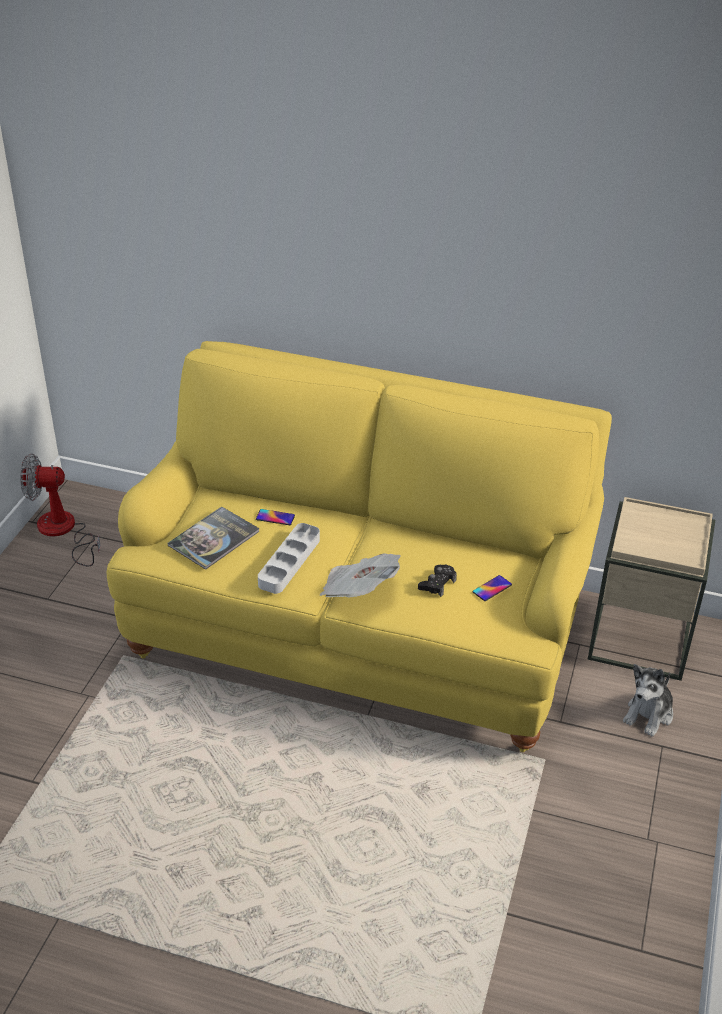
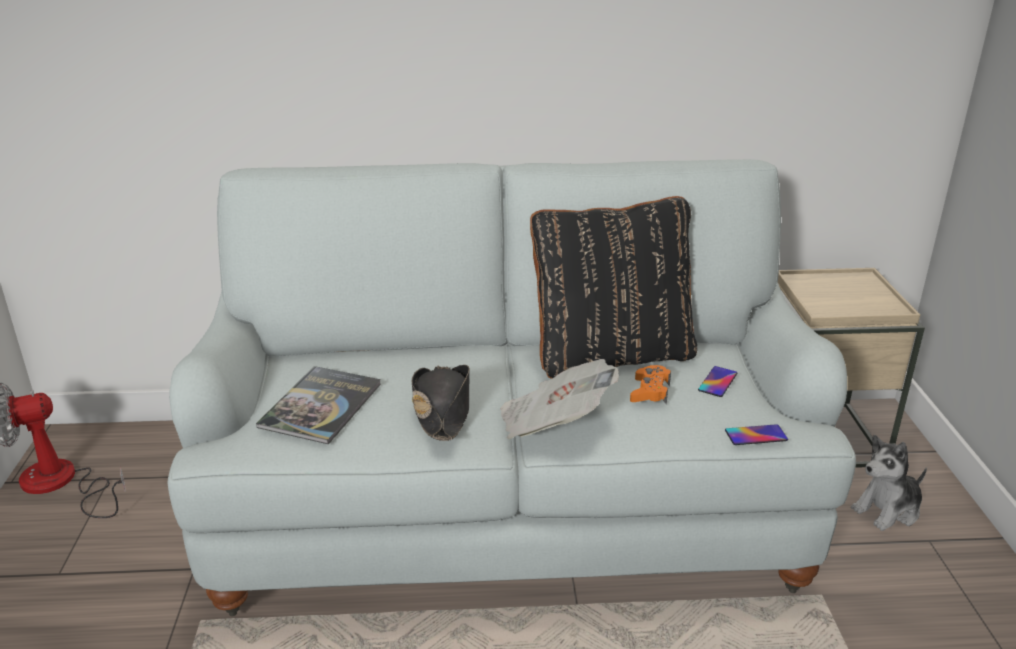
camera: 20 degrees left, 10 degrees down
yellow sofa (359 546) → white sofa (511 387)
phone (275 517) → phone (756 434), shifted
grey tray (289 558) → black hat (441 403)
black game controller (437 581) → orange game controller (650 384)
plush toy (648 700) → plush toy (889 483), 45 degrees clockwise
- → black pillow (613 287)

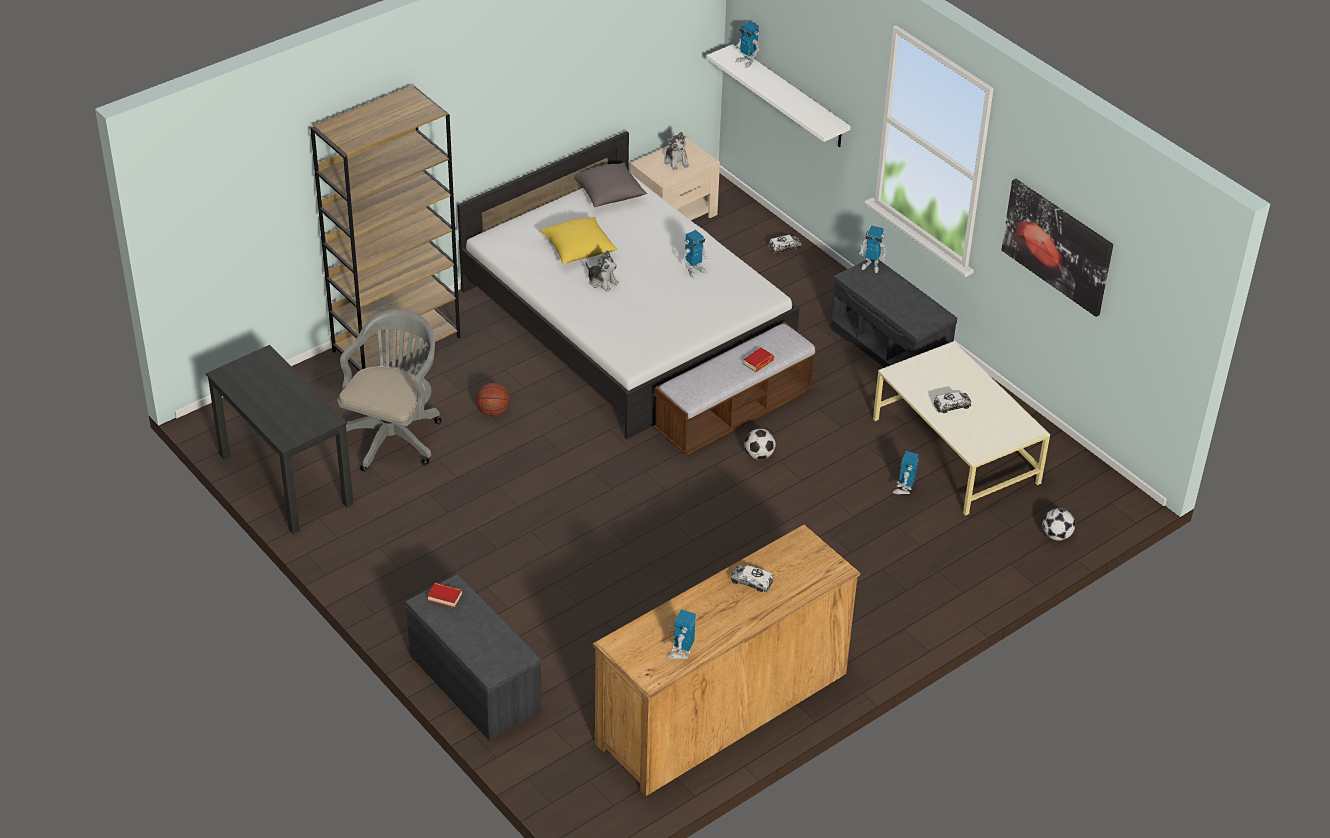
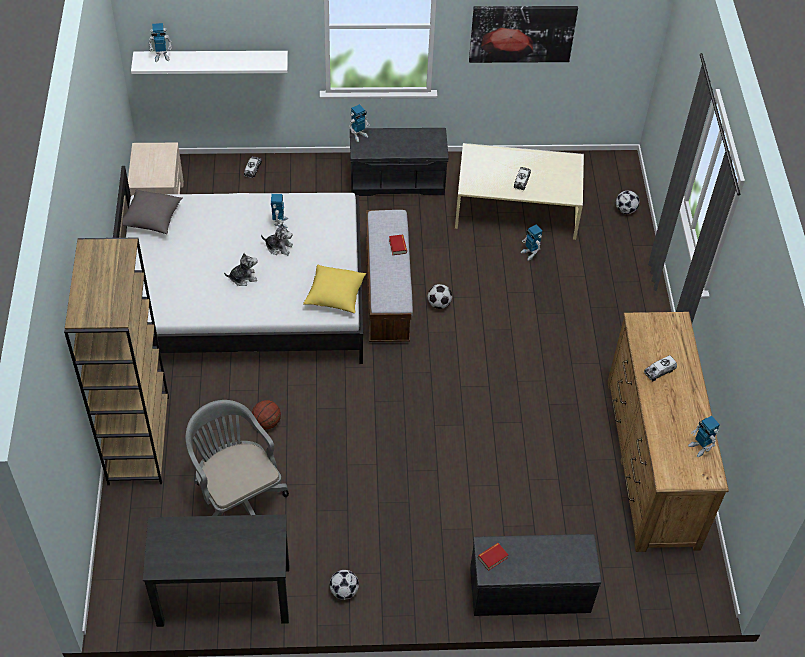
camera: 55 degrees left, 10 degrees up
yellow pillow (579 240) → yellow pillow (334 289), shifted
plush toy (676 151) → plush toy (277 239), shifted
- → football (344 585)

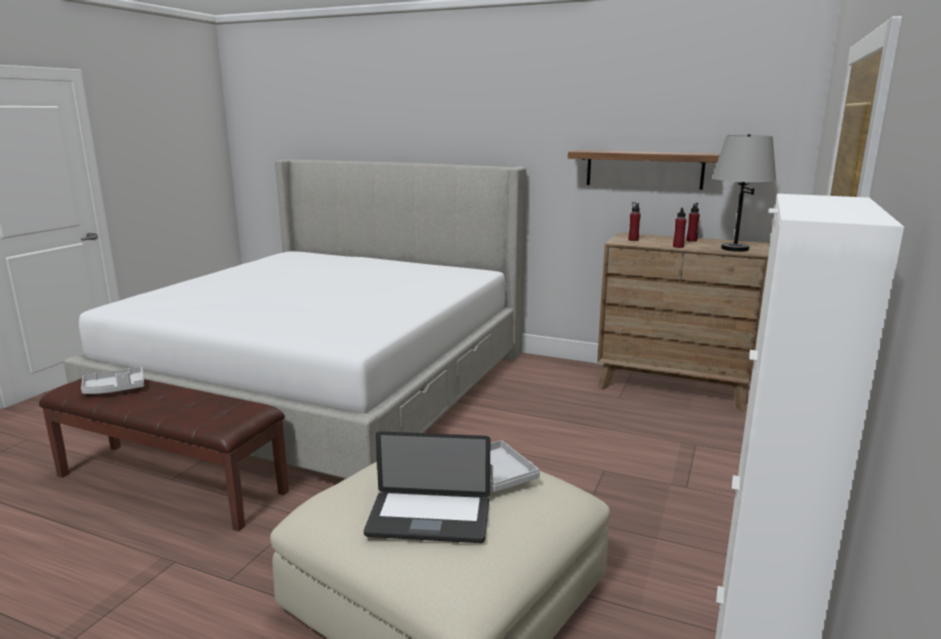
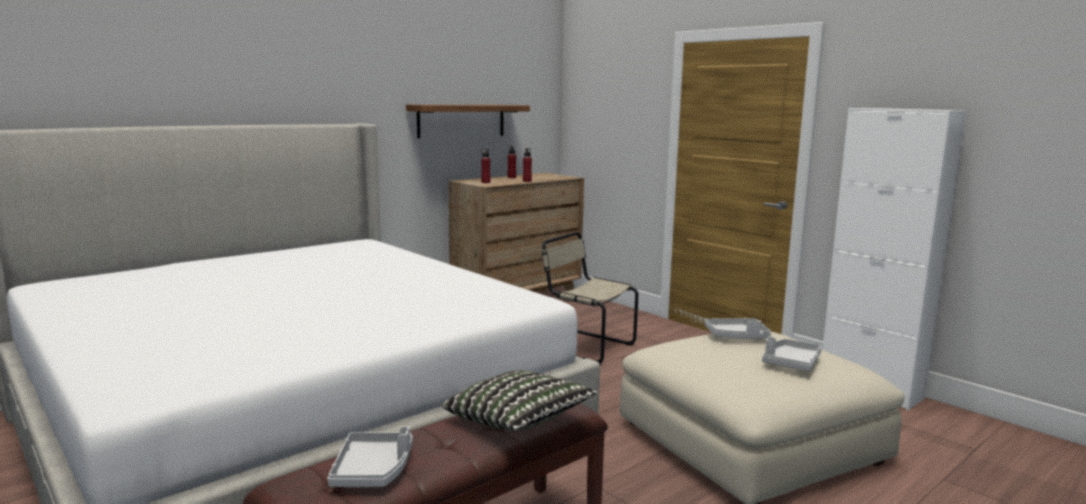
camera: 65 degrees left, 5 degrees down
laptop (427 487) → grey tray (792 354)
grey table lamp (744 193) → -
- → pillow (520 400)
- → beige chair (590 298)

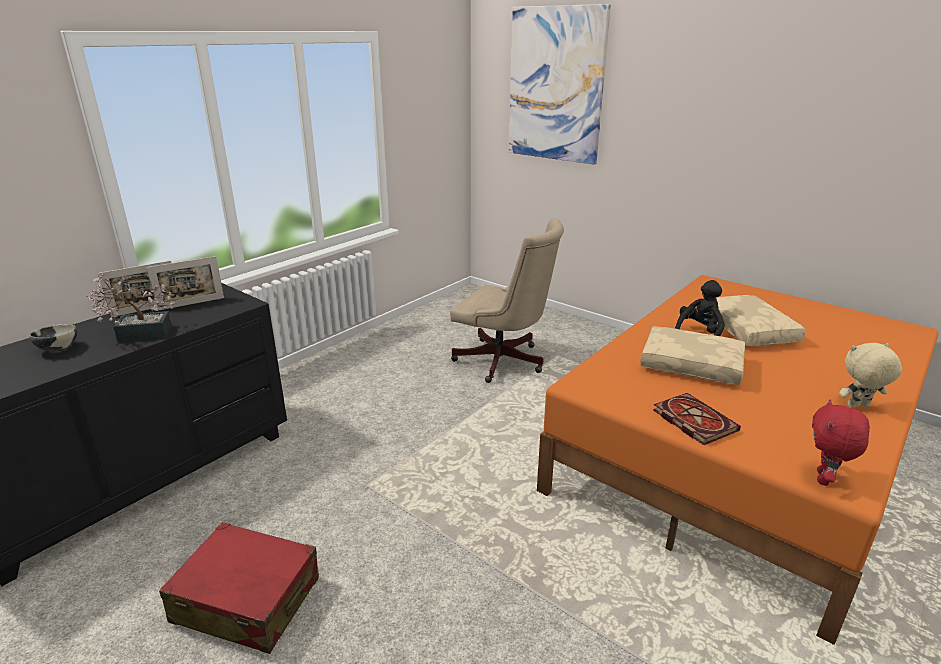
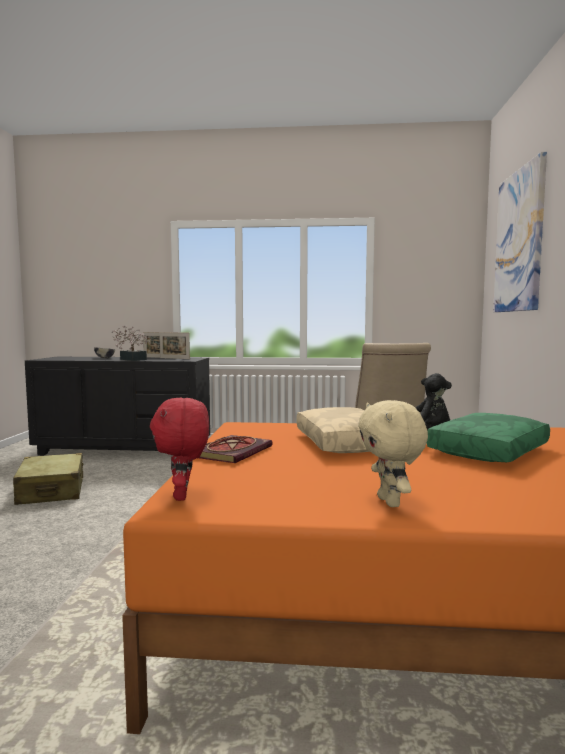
camera: 55 degrees right, 20 degrees down
red suitcase (239 588) → beige suitcase (48 479)
beige pillow (760 320) → green pillow (488 437)
red plush toy (841 442) → red plush toy (179 449), 90 degrees counterclockwise
beige plush toy (870 375) → beige plush toy (393 453), 150 degrees counterclockwise

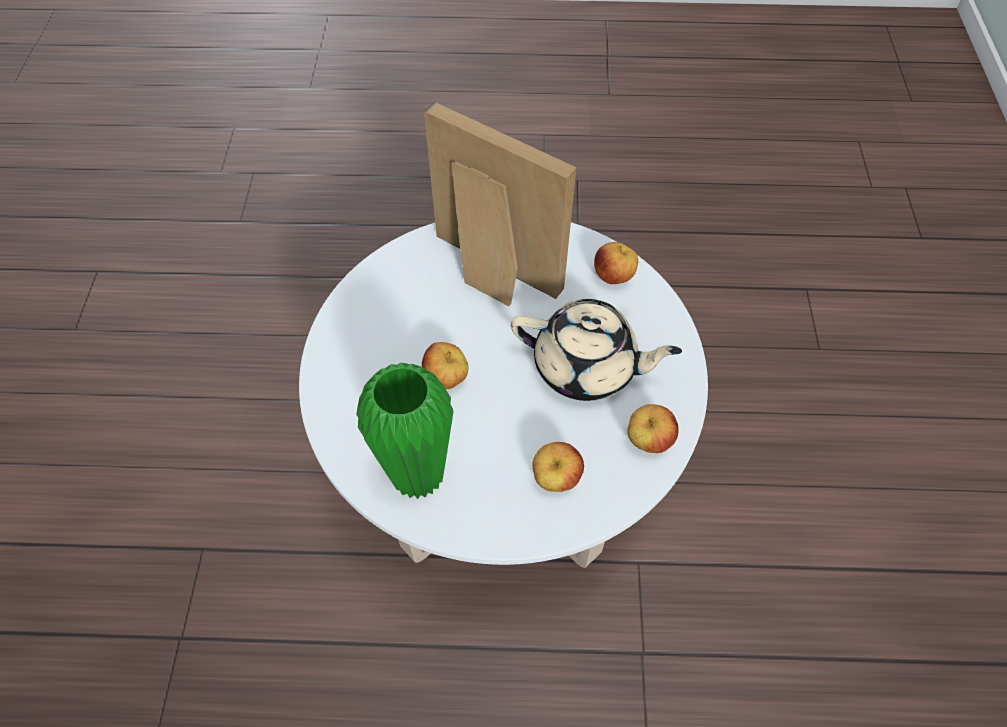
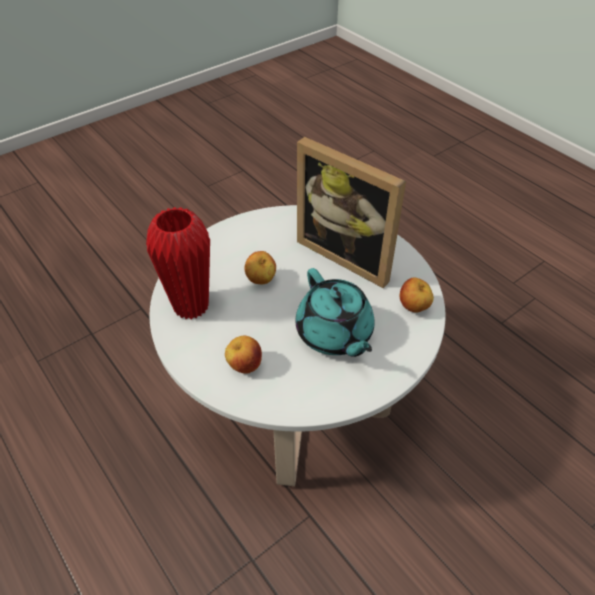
camera: 50 degrees right, 10 degrees down
green vase (405 431) → red vase (178 263)
picture frame (500 204) → picture frame (351 212), 135 degrees clockwise
beige teapot (596 350) → turquoise teapot (335 312)
apple (652 428) → -

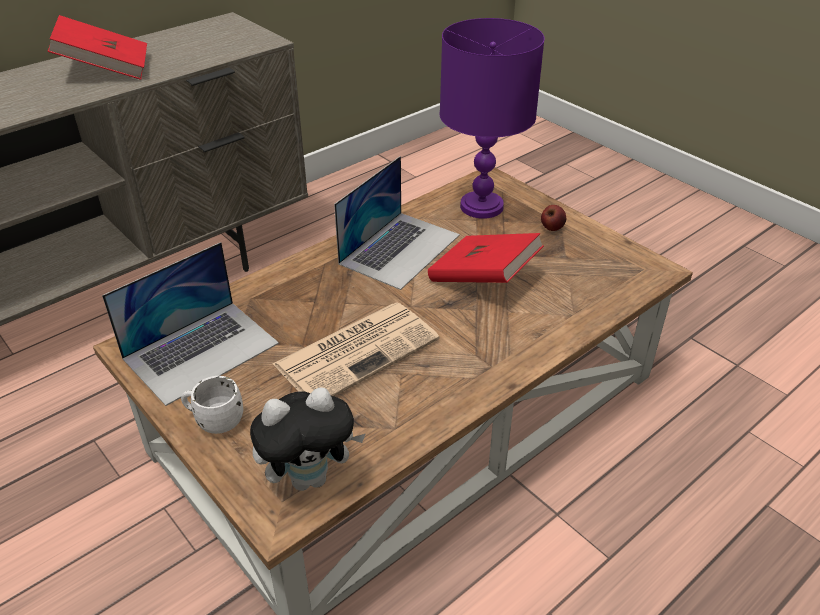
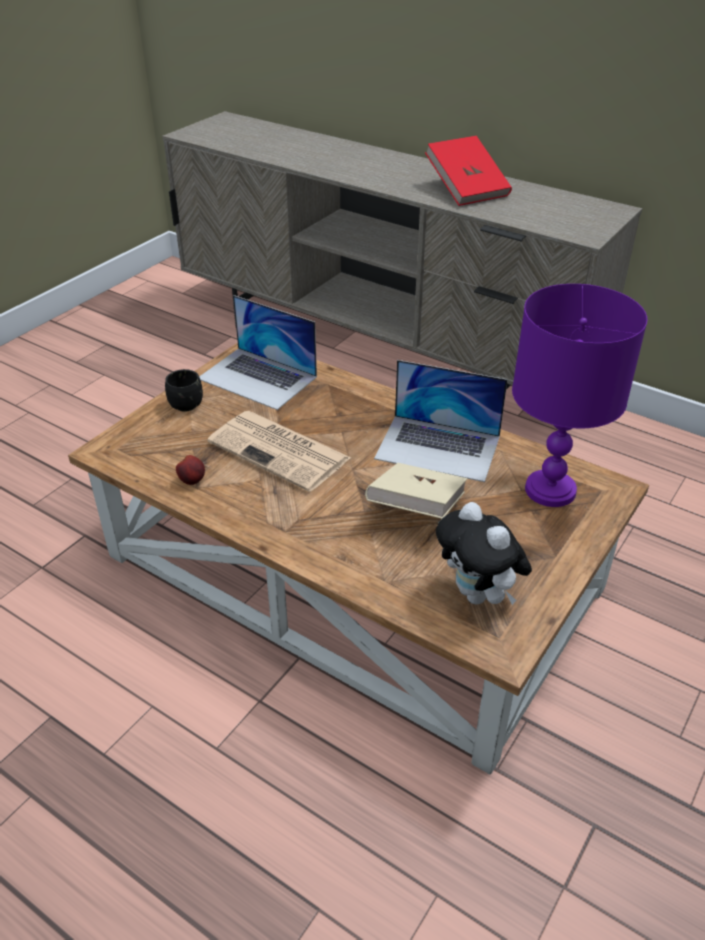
camera: 75 degrees right, 0 degrees up
white mug (212 405) → black mug (184 390)
plush toy (308 439) → plush toy (484 553), shifted
red book (486 258) → beige book (416 491)
apple (553 218) → apple (190 470), shifted

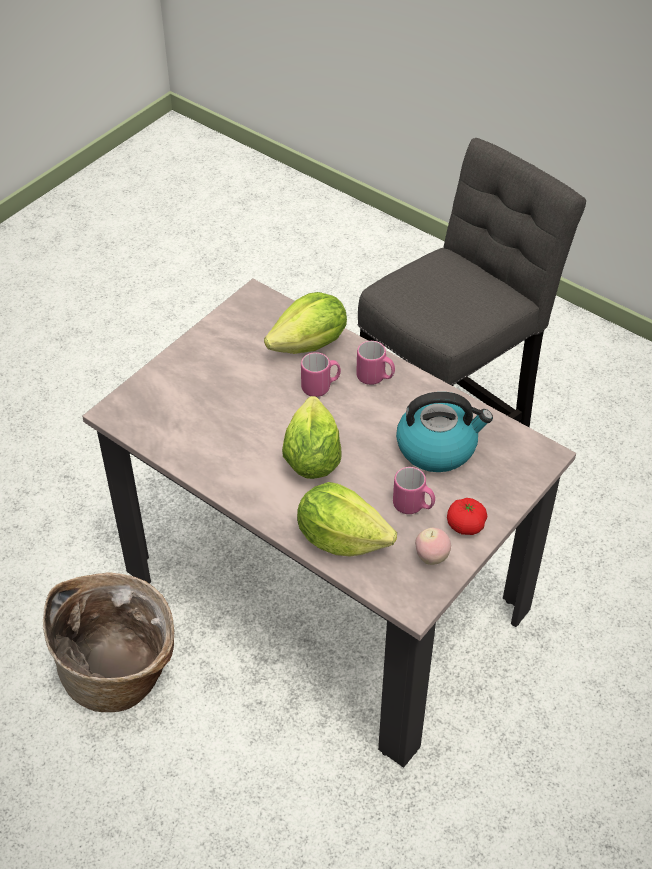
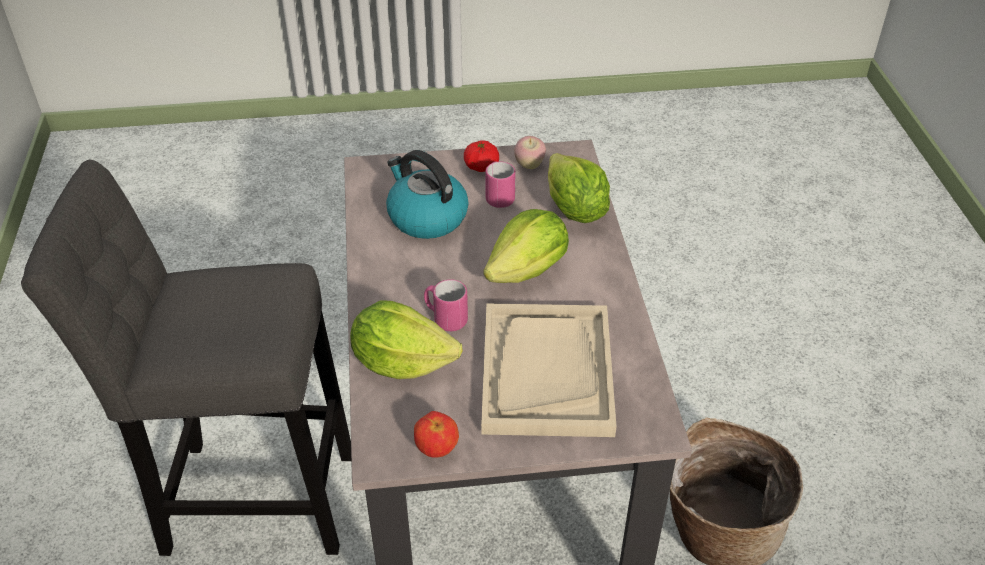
camera: 135 degrees left, 5 degrees down
pink mug (375 363) → -
- → apple (436 434)
- → beige tray (549 370)

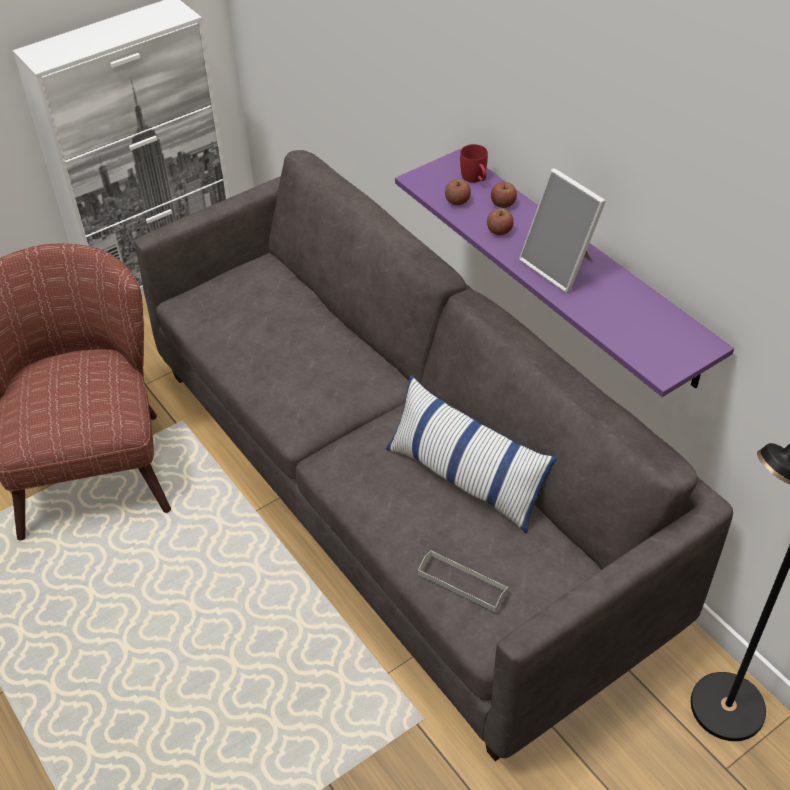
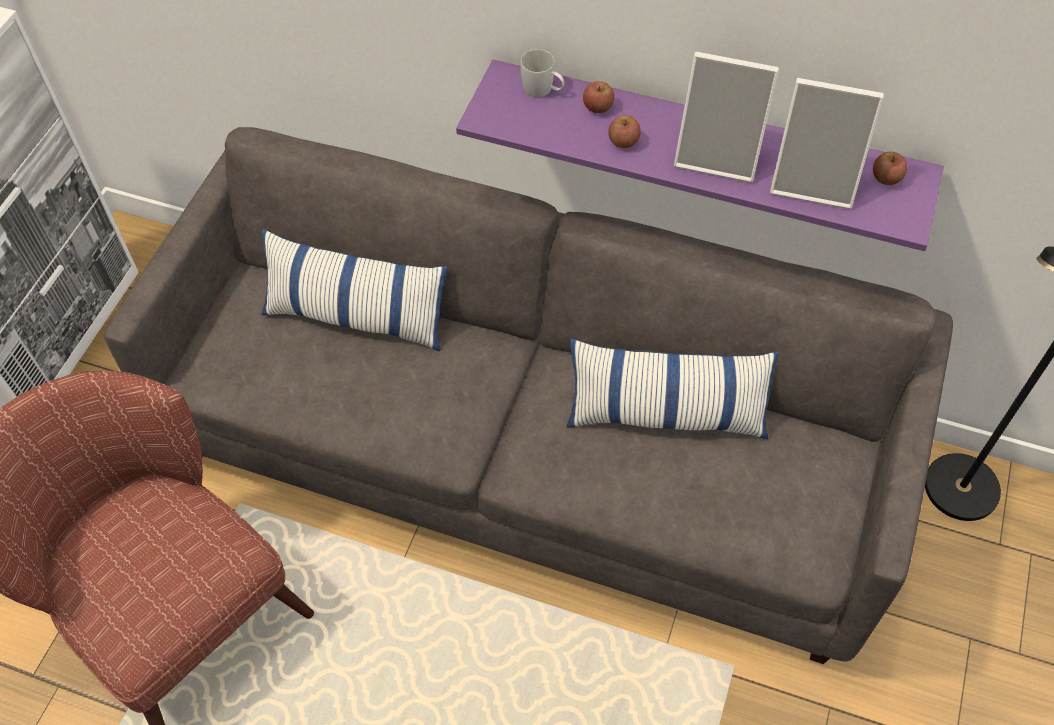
camera: 35 degrees left, 10 degrees up
grey tray (463 581) → -
apple (458 192) → apple (890 168), shifted
red mug (474 163) → white mug (542 73)
- → pillow (354 290)
- → picture frame (827 143)

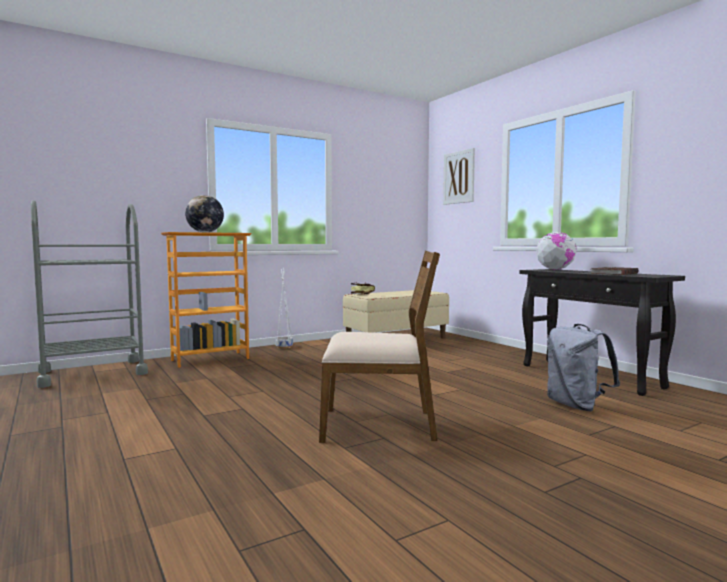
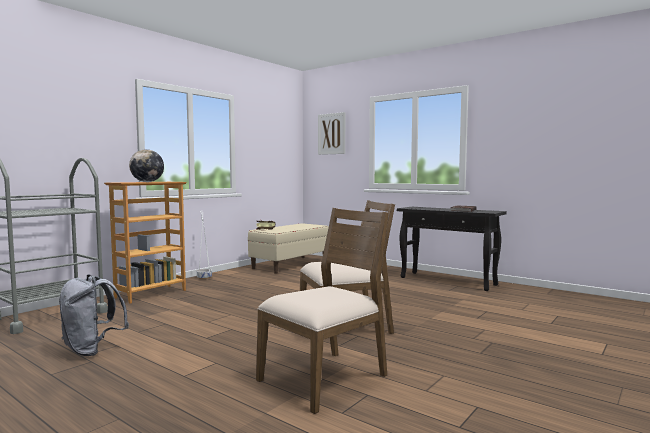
camera: 20 degrees left, 0 degrees up
globe (556 251) → -
grey backpack (583 367) → grey backpack (94 315), shifted
- → brown chair (322 311)

